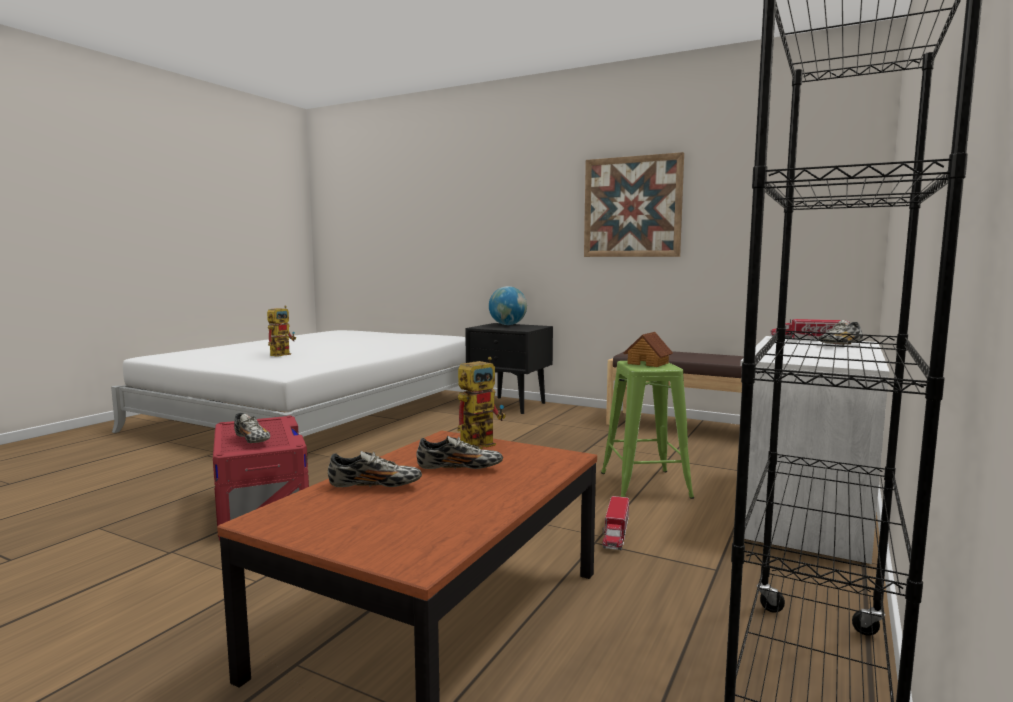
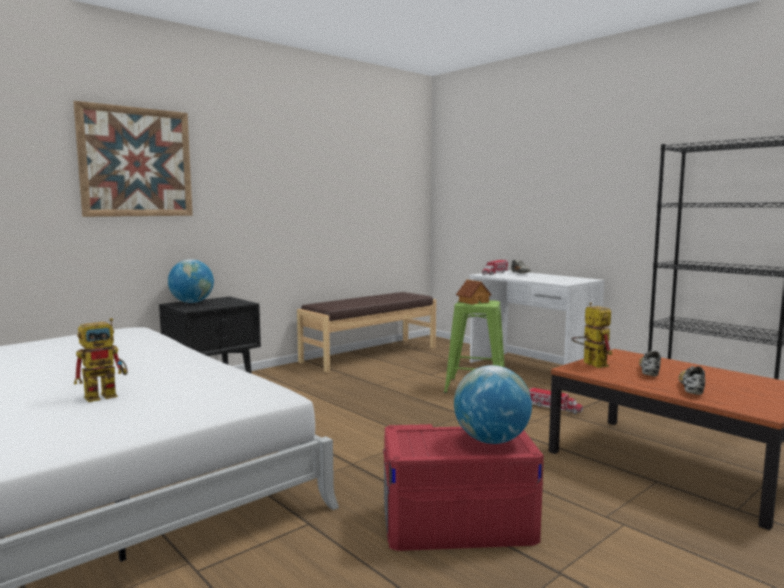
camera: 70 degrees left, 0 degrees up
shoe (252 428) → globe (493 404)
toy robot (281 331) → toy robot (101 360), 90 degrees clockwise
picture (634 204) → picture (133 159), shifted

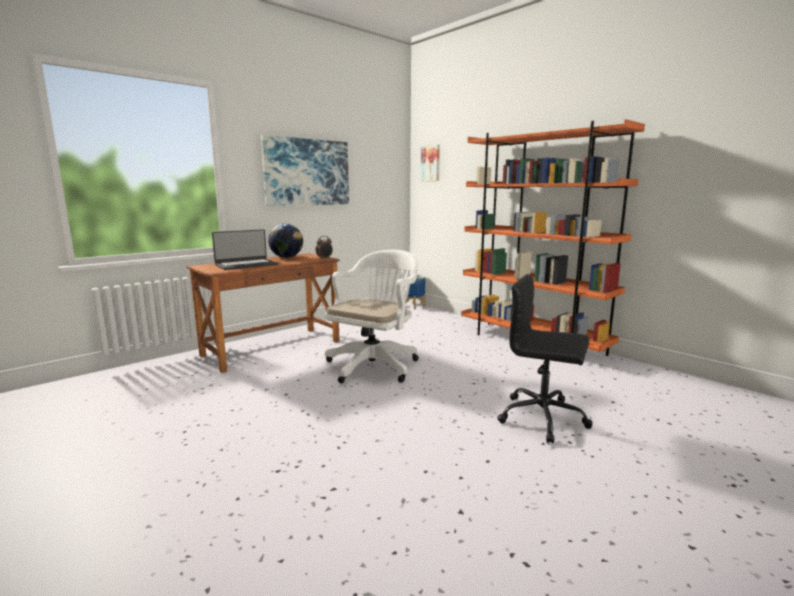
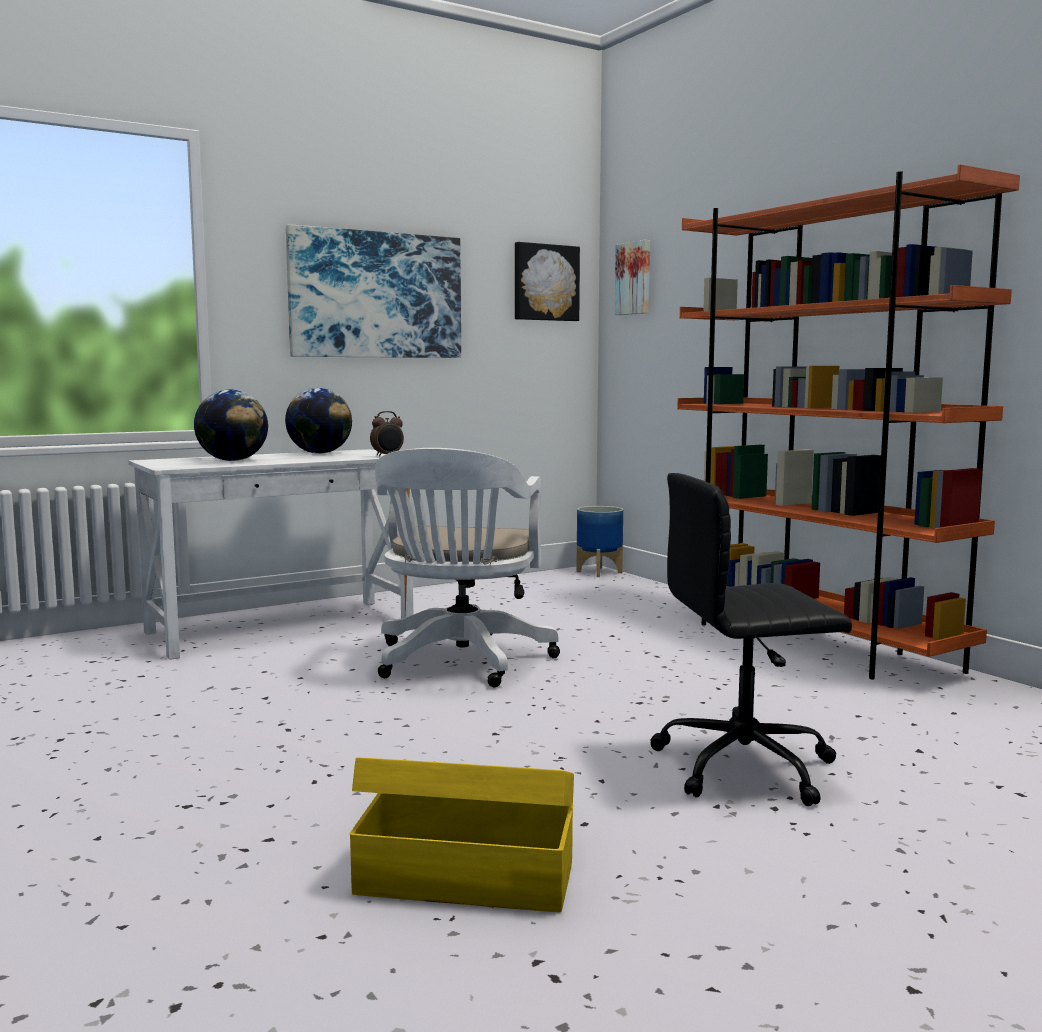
camera: 10 degrees right, 5 degrees down
brown desk (263 313) → white desk (271 554)
laptop (245 249) → globe (231 425)
white office chair (372 316) → white office chair (467 567), 150 degrees clockwise
black office chair (545 358) → black office chair (751 639), 45 degrees counterclockwise
- → yellow storage box (461 834)
- → picture (547 281)

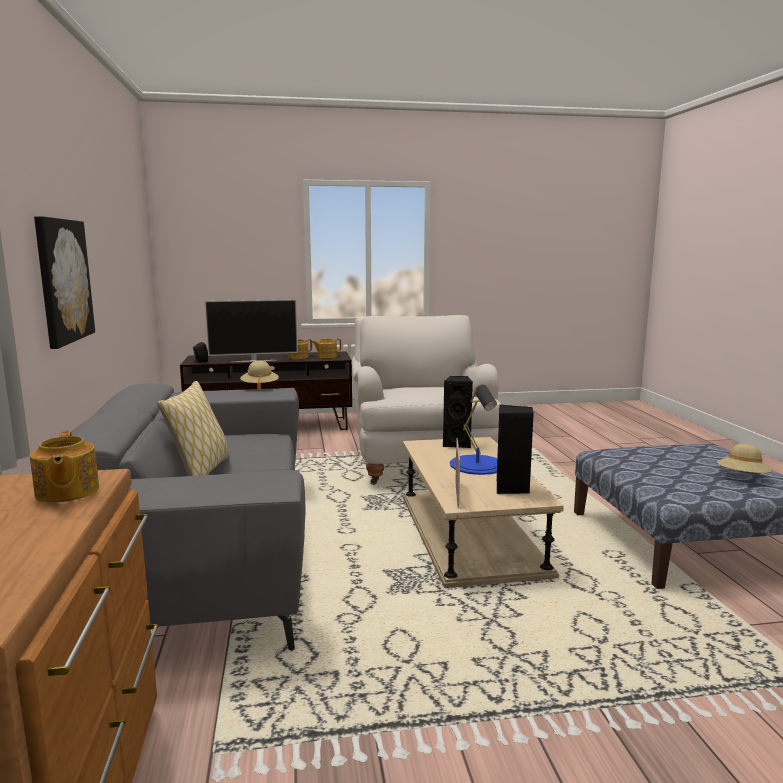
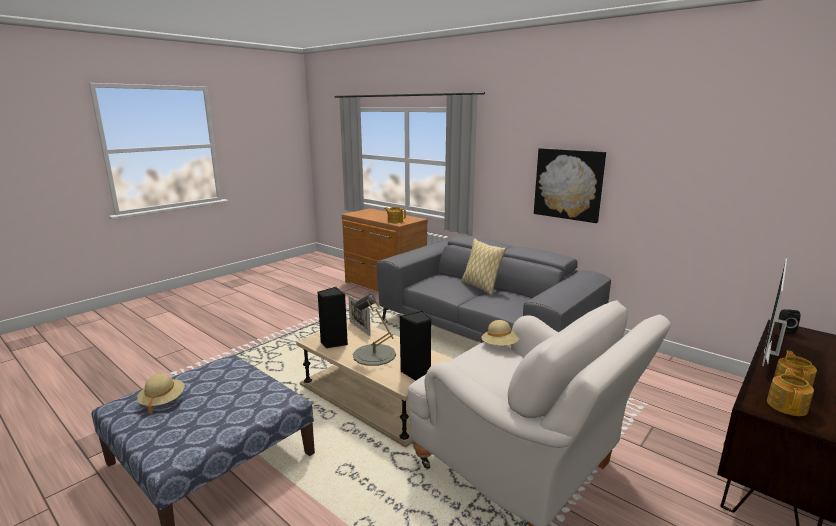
camera: 140 degrees right, 5 degrees up
beige hat (259 376) → beige hat (501 333), shifted
blue table lamp (473 430) → grey table lamp (374 330)

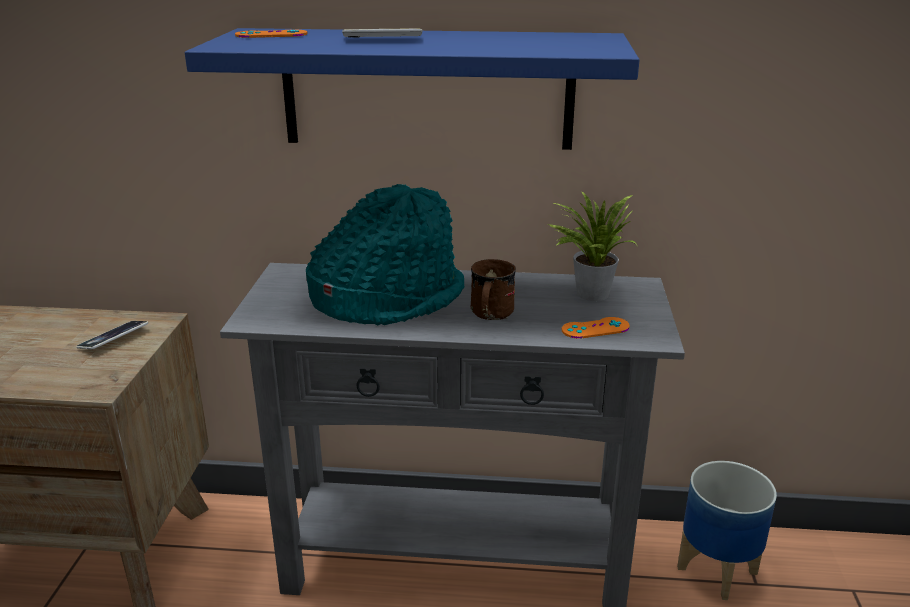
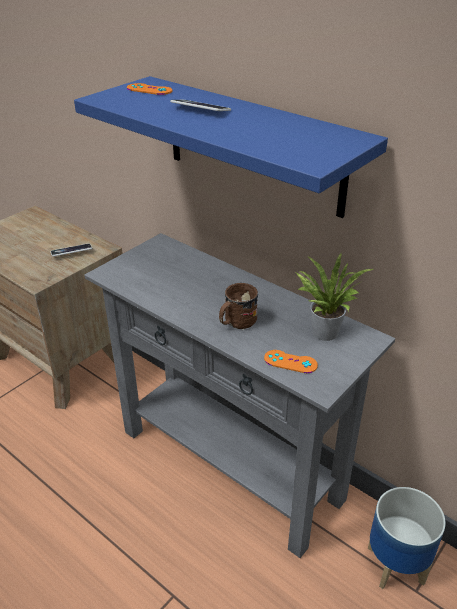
camera: 35 degrees right, 10 degrees up
turquoise hat (385 255) → -

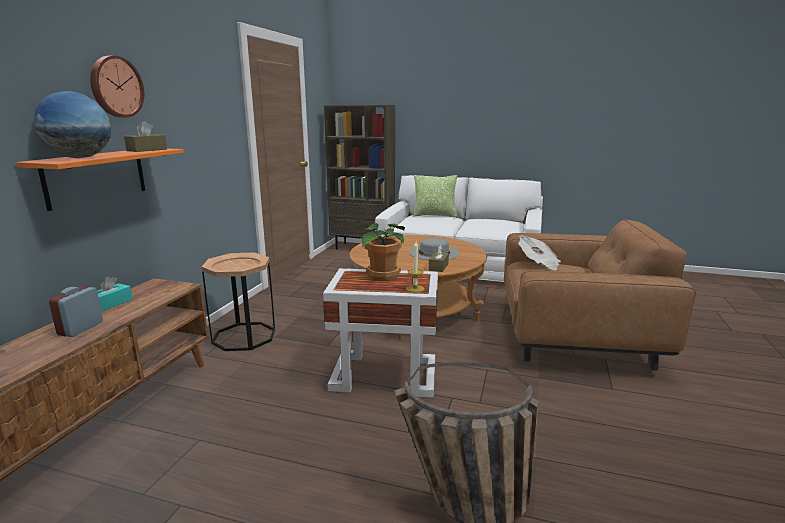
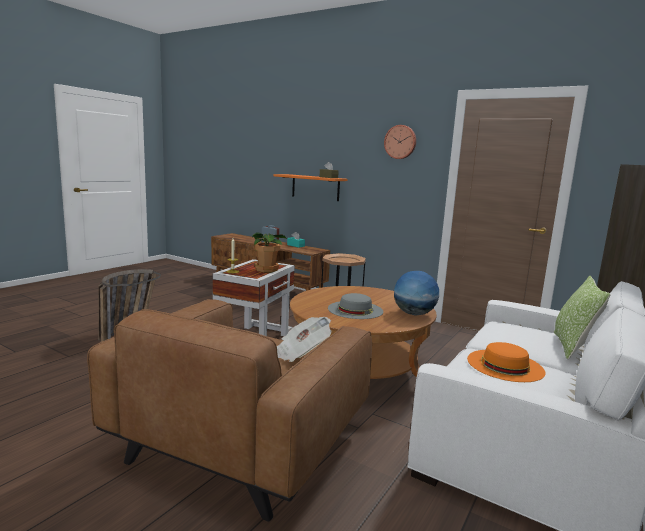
camera: 105 degrees right, 5 degrees down
globe (72 124) → globe (416 293), shifted
wall clock (117 86) → wall clock (400 142), shifted
brown tissue box (439 258) → -
- → orange hat (506 362)

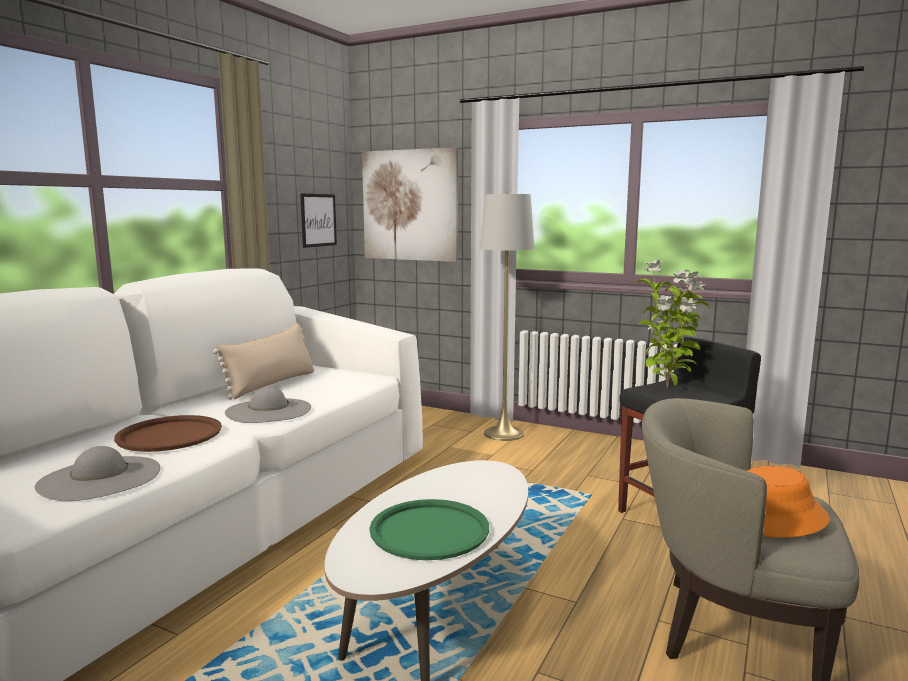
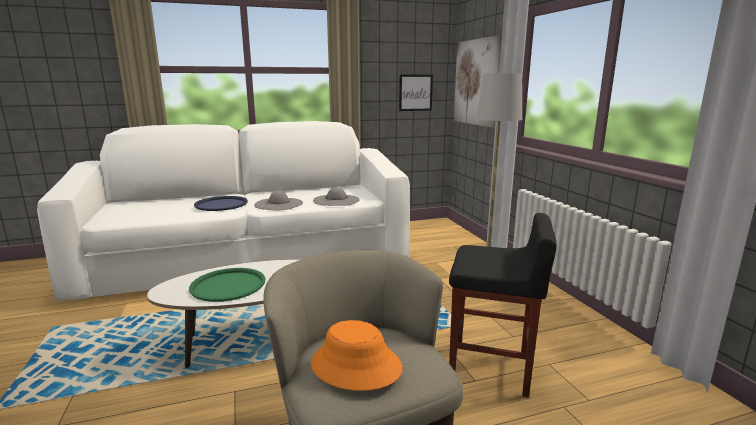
camera: 45 degrees right, 5 degrees up
grey hat (97 473) → grey hat (336 196), shifted
brown tray (168 433) → blue tray (221 203)
beige pillow (264 361) → -
potted plant (673 324) → -

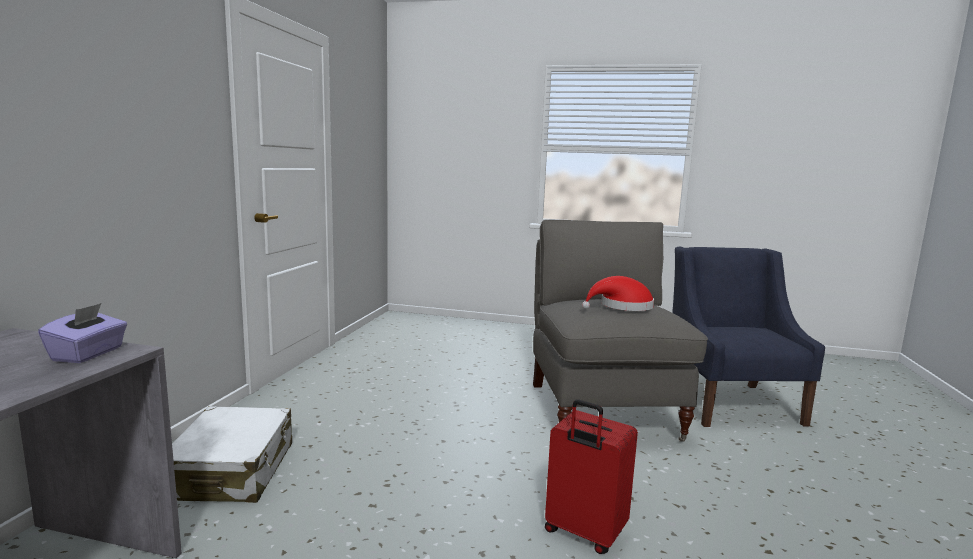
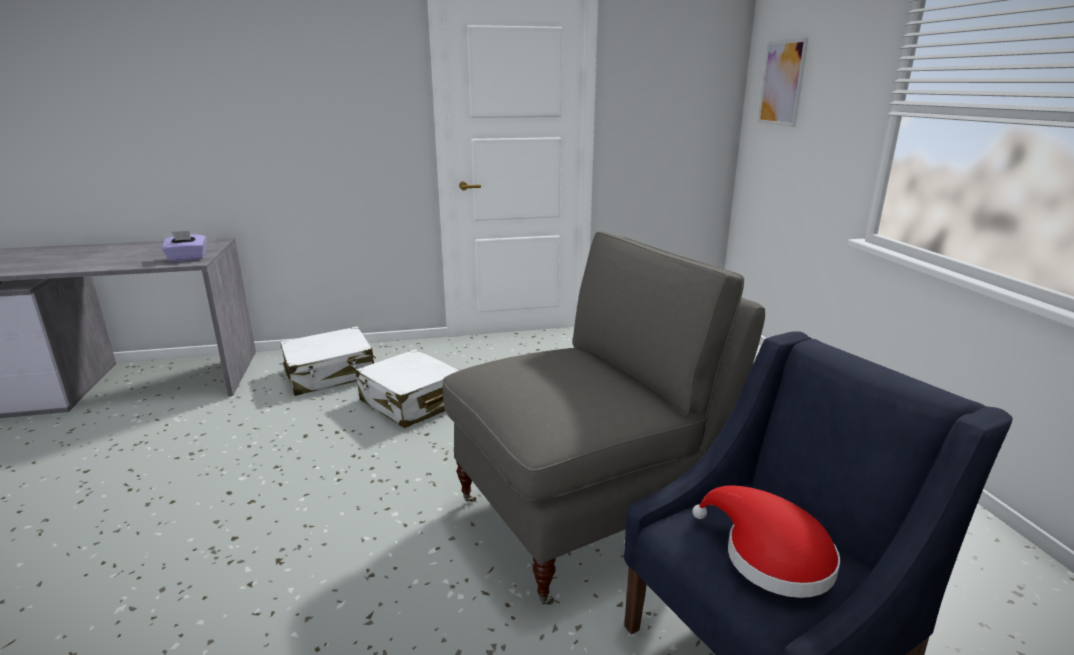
camera: 65 degrees right, 10 degrees up
red suitcase (591 476) → -
red hat (618 293) → red hat (766 542), shifted
- → white suitcase (408 388)
- → picture (783 82)

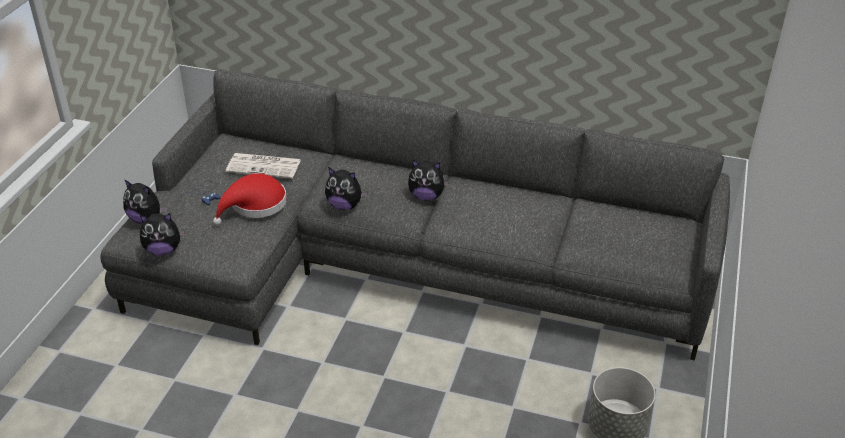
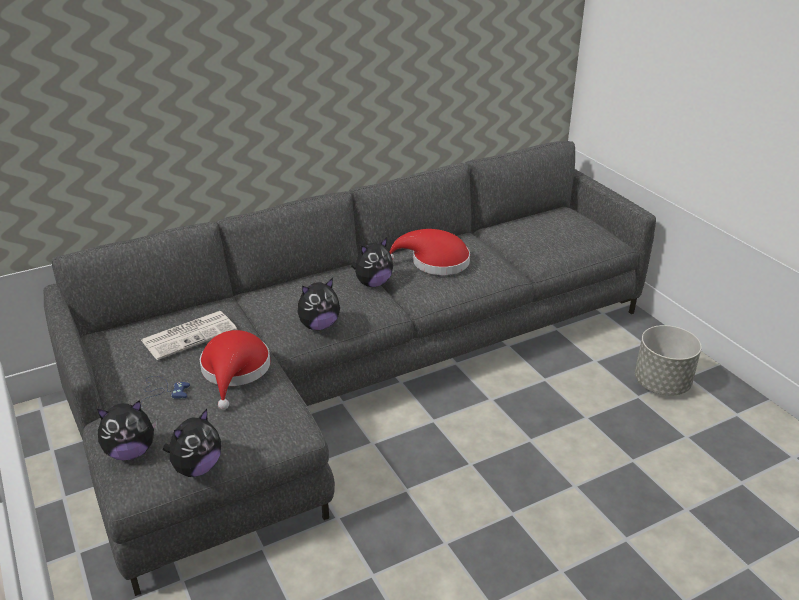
camera: 45 degrees left, 5 degrees down
- → red hat (429 252)

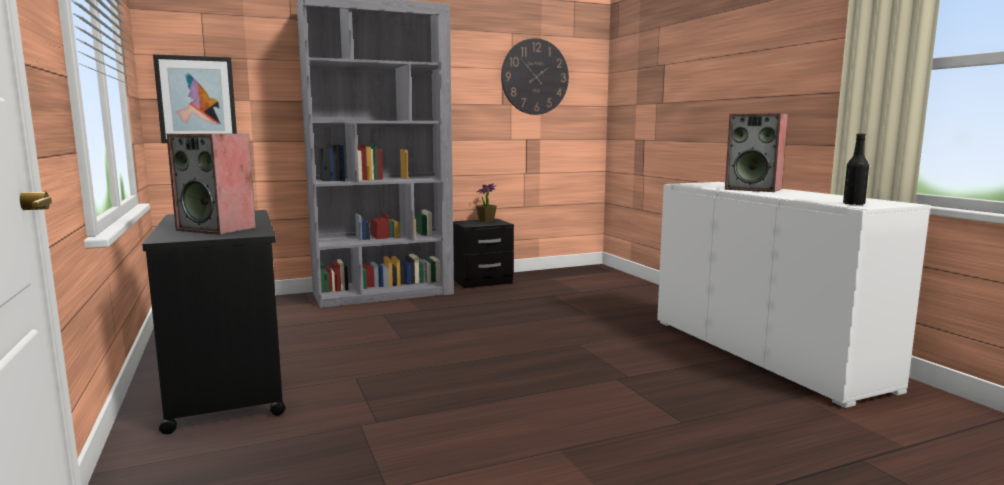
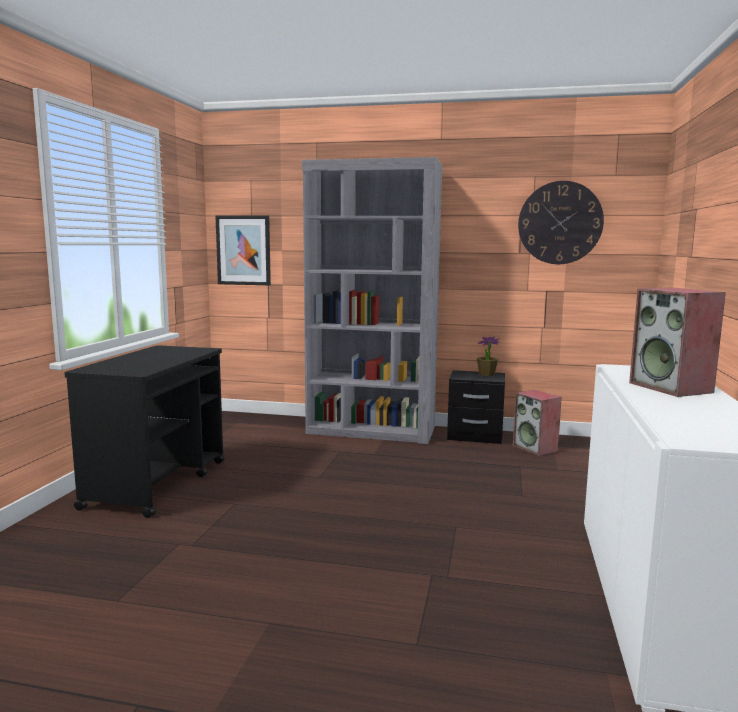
camera: 35 degrees right, 0 degrees up
speaker (211 184) → speaker (537 423), shifted
black bottle (856 169) → -

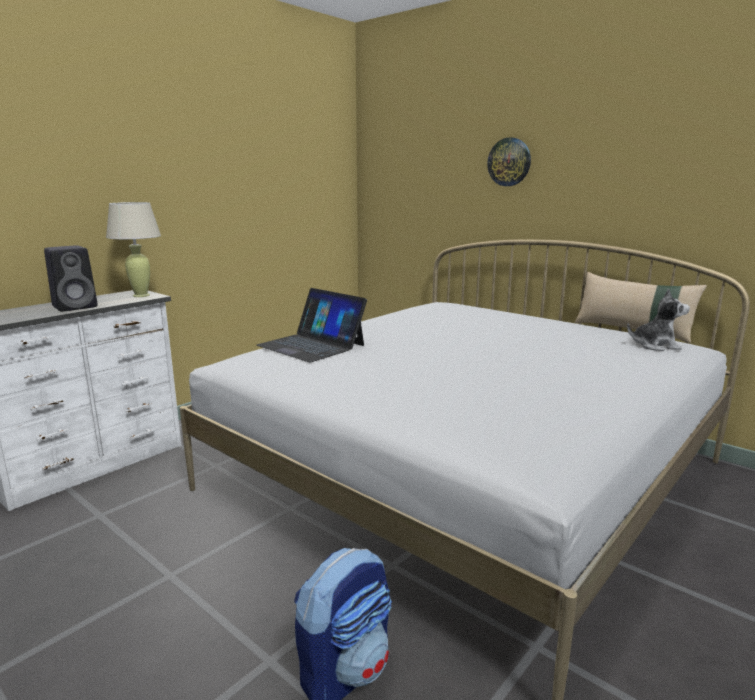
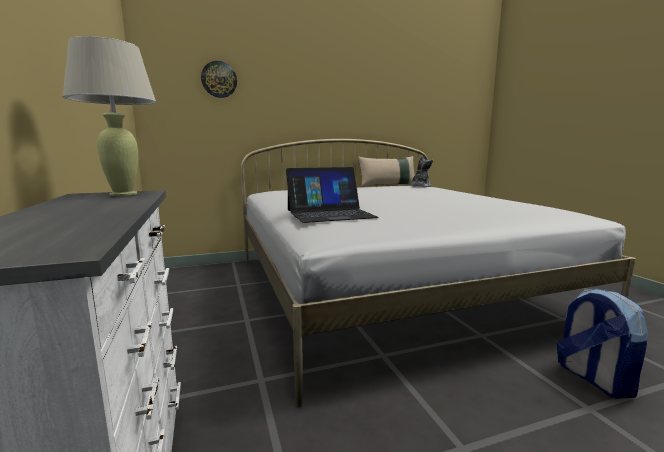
camera: 60 degrees left, 5 degrees down
black speaker (70 278) → -
wall clock (509 161) → wall clock (219 79), shifted

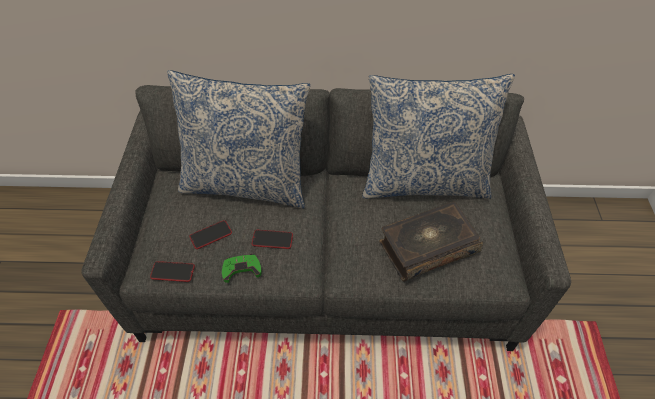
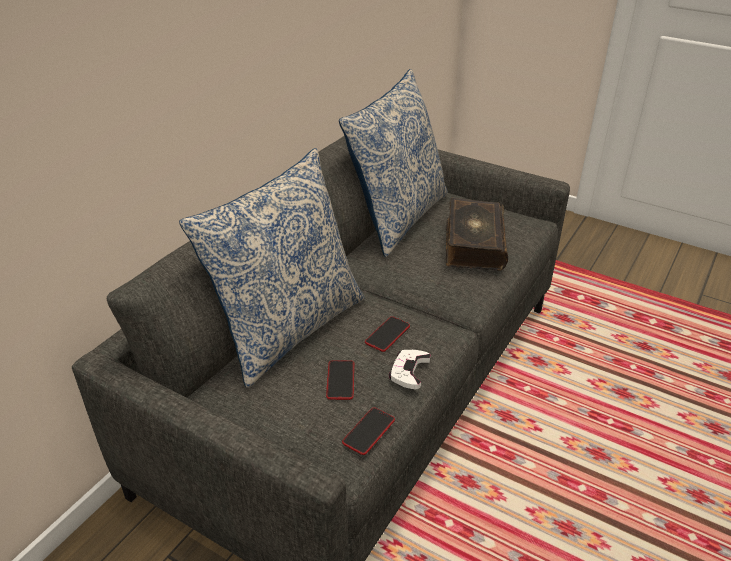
camera: 60 degrees left, 15 degrees down
green game controller (242 268) → white game controller (409 369)

